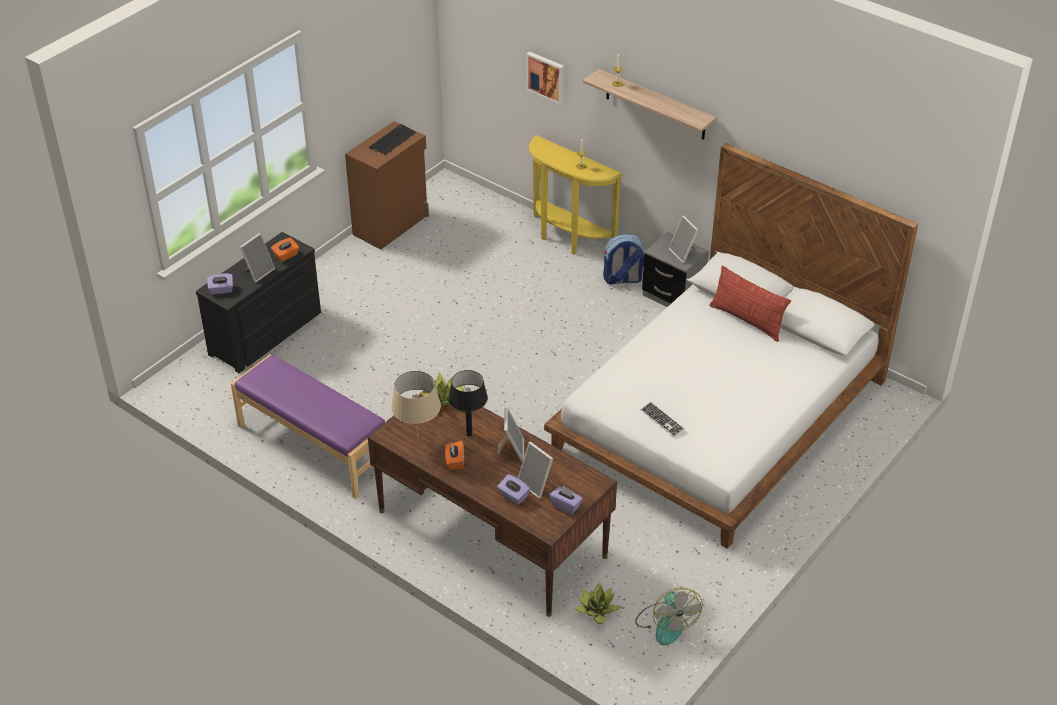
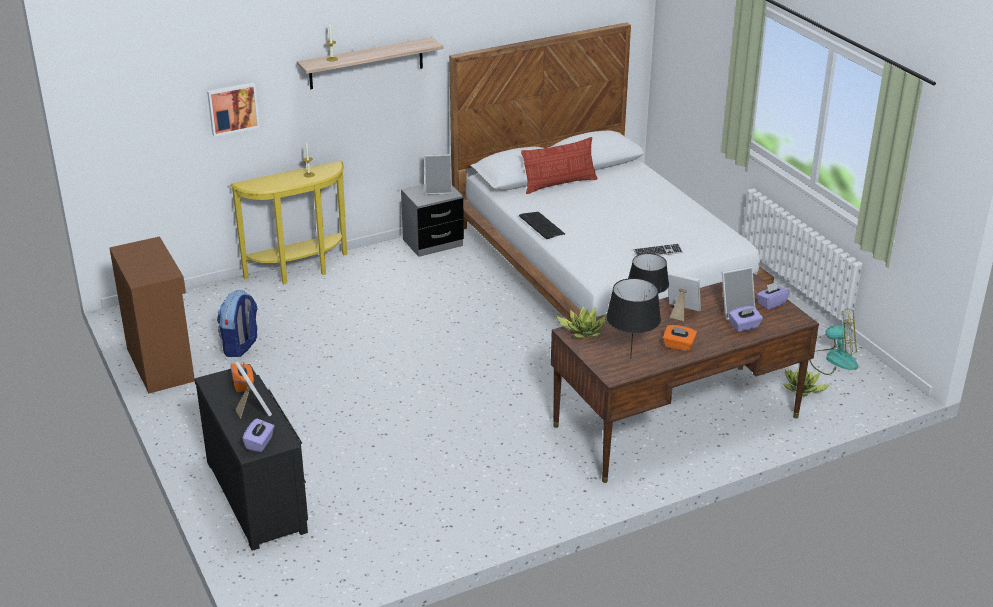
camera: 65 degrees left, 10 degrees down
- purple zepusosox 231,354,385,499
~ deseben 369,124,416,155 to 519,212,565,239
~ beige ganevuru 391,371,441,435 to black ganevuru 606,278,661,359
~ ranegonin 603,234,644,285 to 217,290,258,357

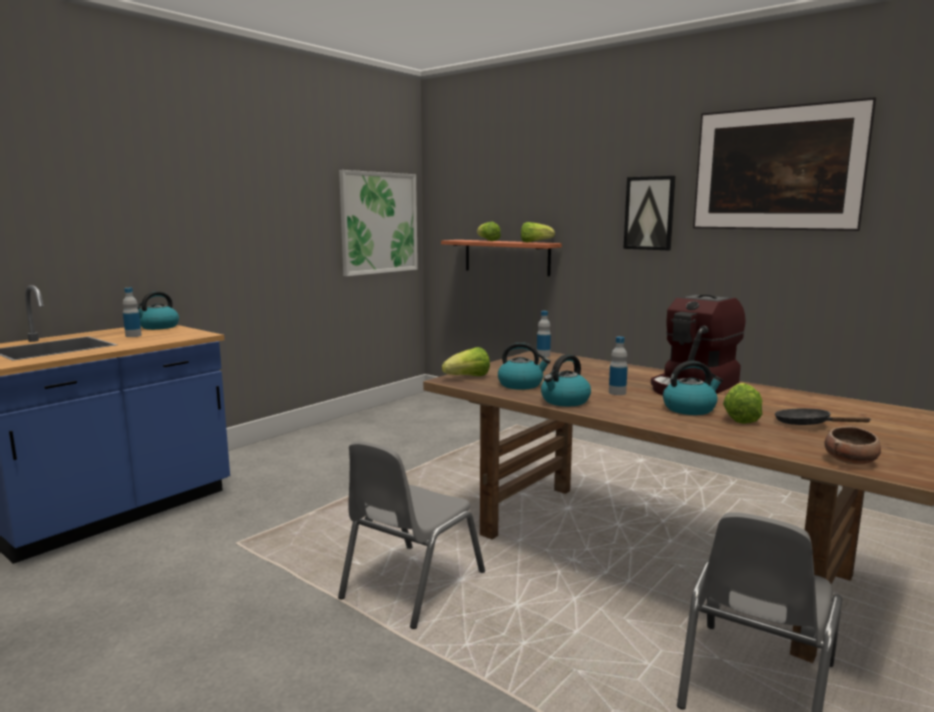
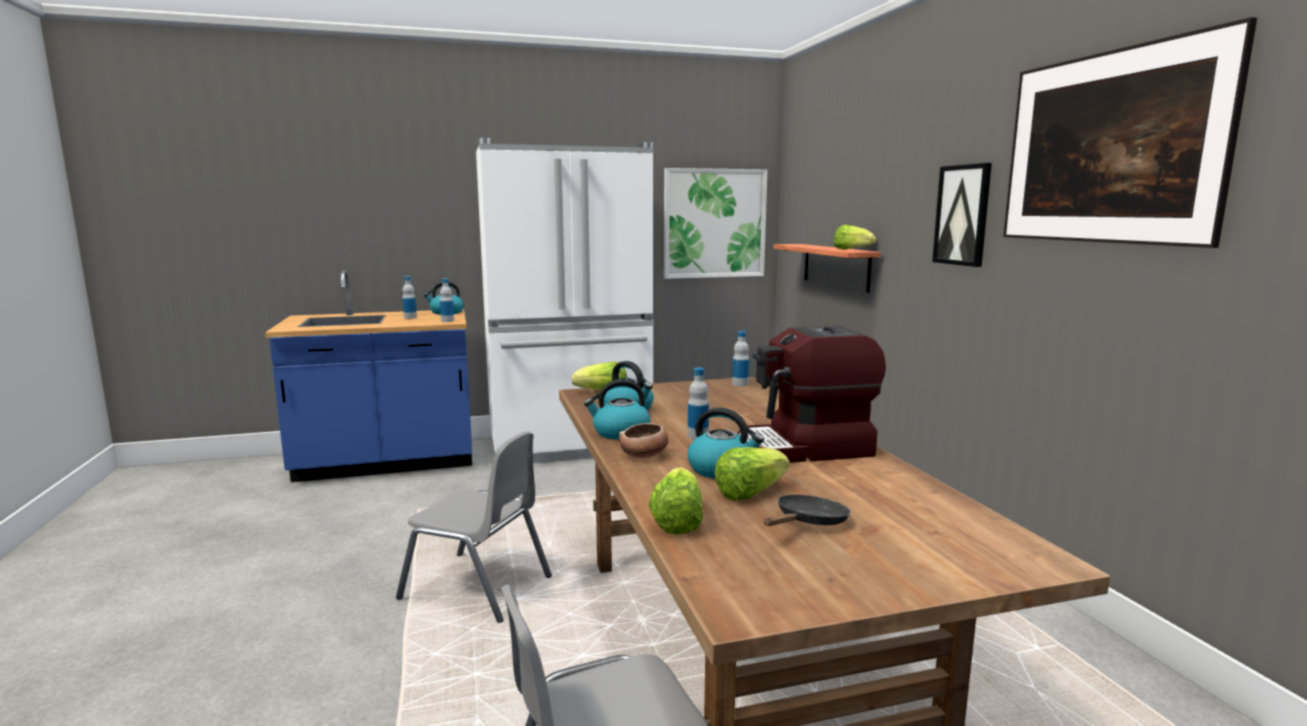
camera: 35 degrees right, 0 degrees up
~ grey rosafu 338,441,485,629 = 396,431,552,623 135 degrees counterclockwise
~ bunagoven 477,222,501,241 to 648,467,704,535
~ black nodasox 775,408,870,425 = 764,495,851,526 45 degrees clockwise
~ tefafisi 824,426,881,465 to 619,423,668,458
+ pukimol 440,279,454,322
+ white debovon 476,138,654,464

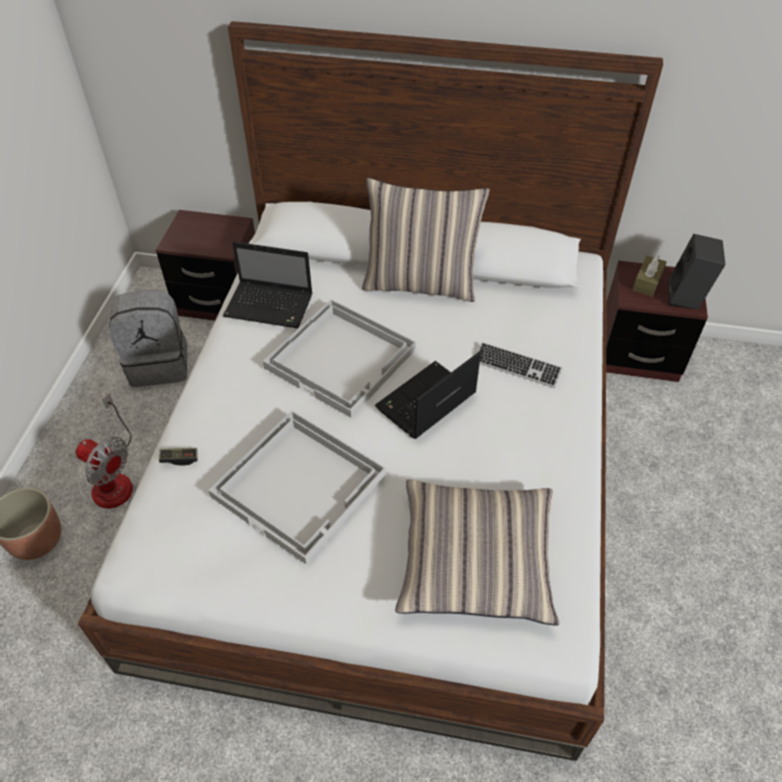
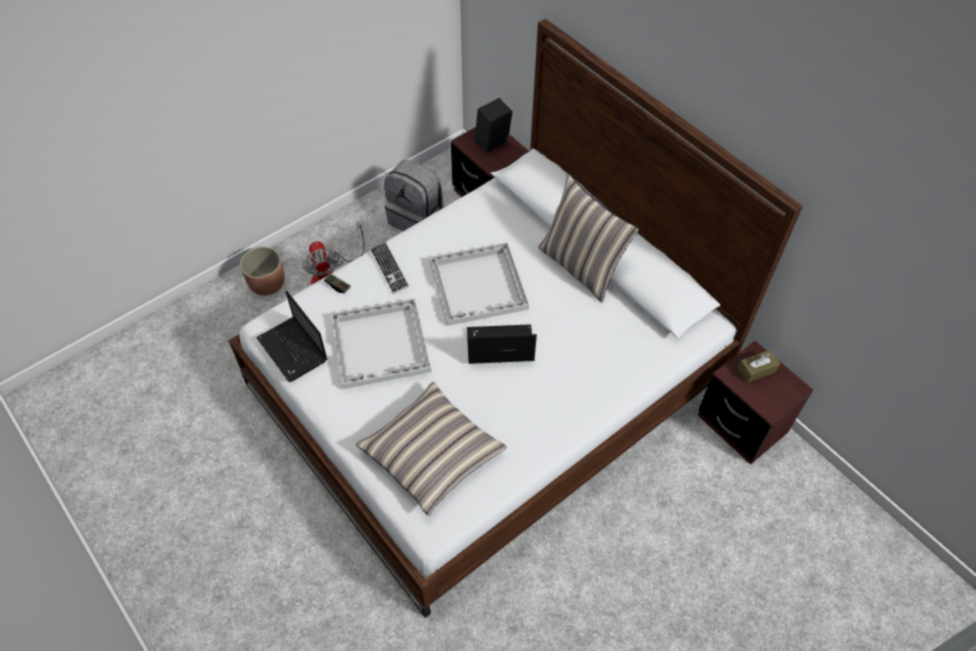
camera: 40 degrees right, 5 degrees up
~ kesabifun 223,242,313,328 to 256,291,328,382
~ deseben 477,342,563,388 to 370,242,409,294
~ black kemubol 668,234,725,310 to 475,98,513,153

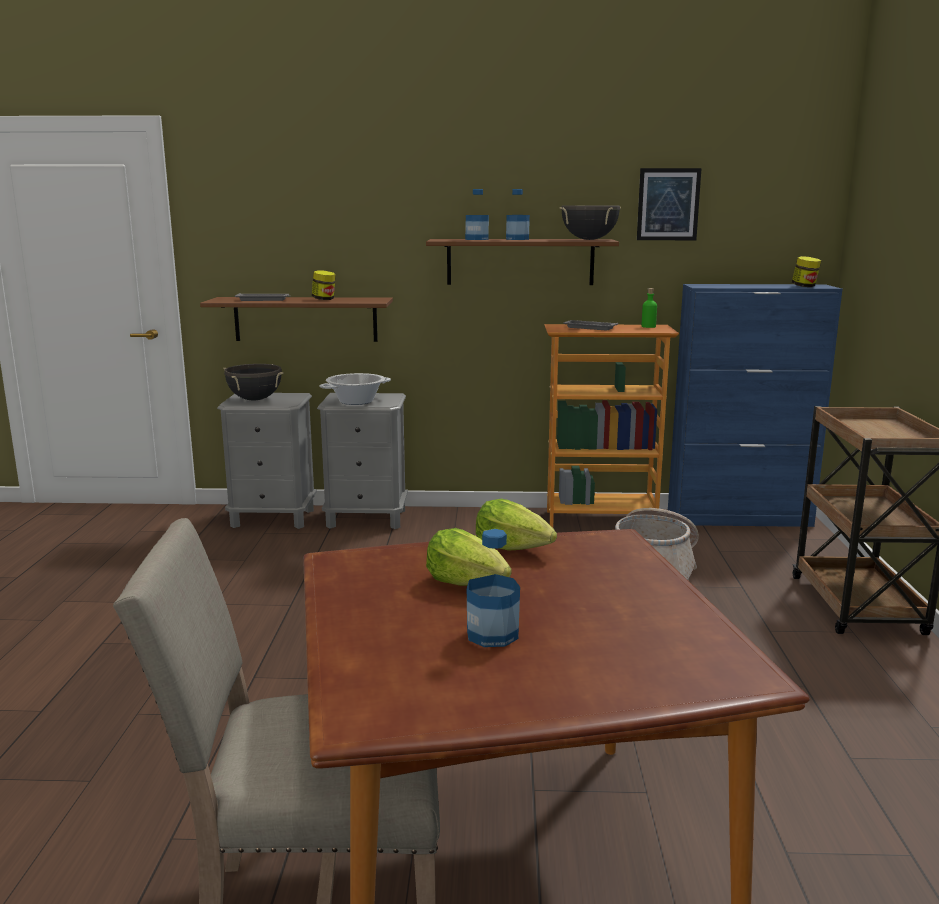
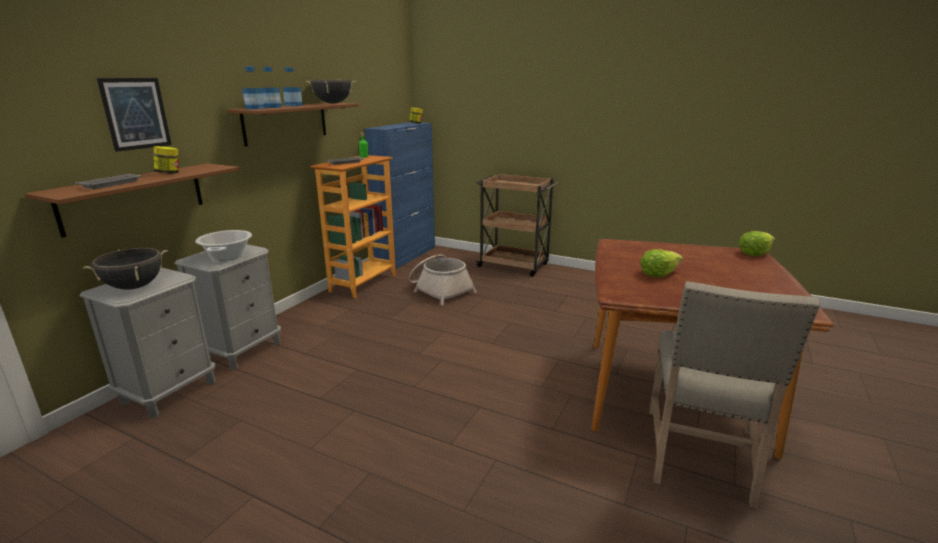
camera: 65 degrees left, 5 degrees up
~ pukimol 467,529,520,647 to 242,67,265,109
~ bunagoven 476,499,557,551 to 739,231,775,256
~ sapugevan 637,168,702,240 to 97,78,172,152

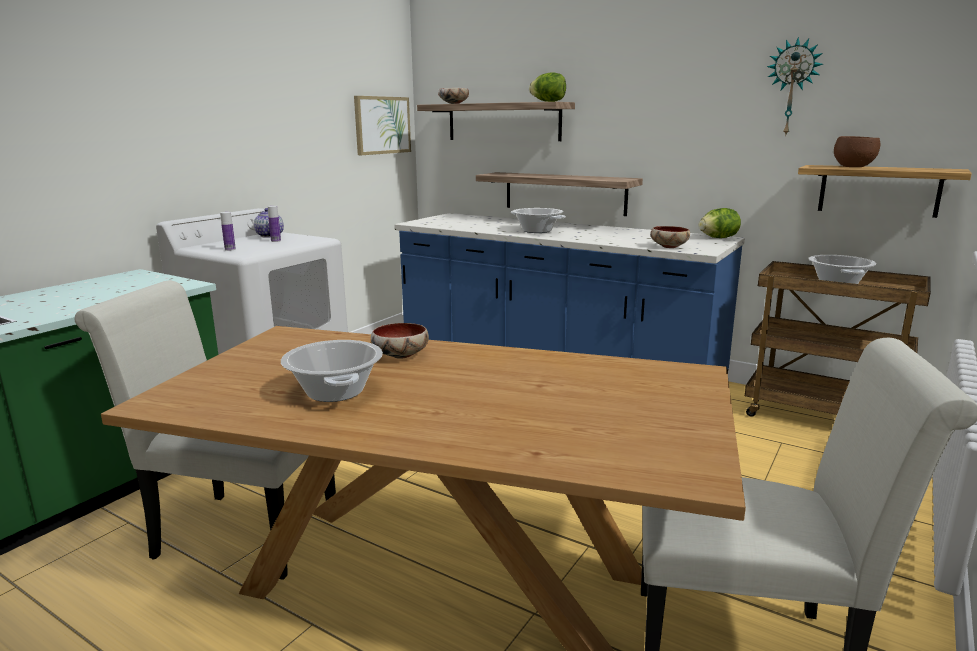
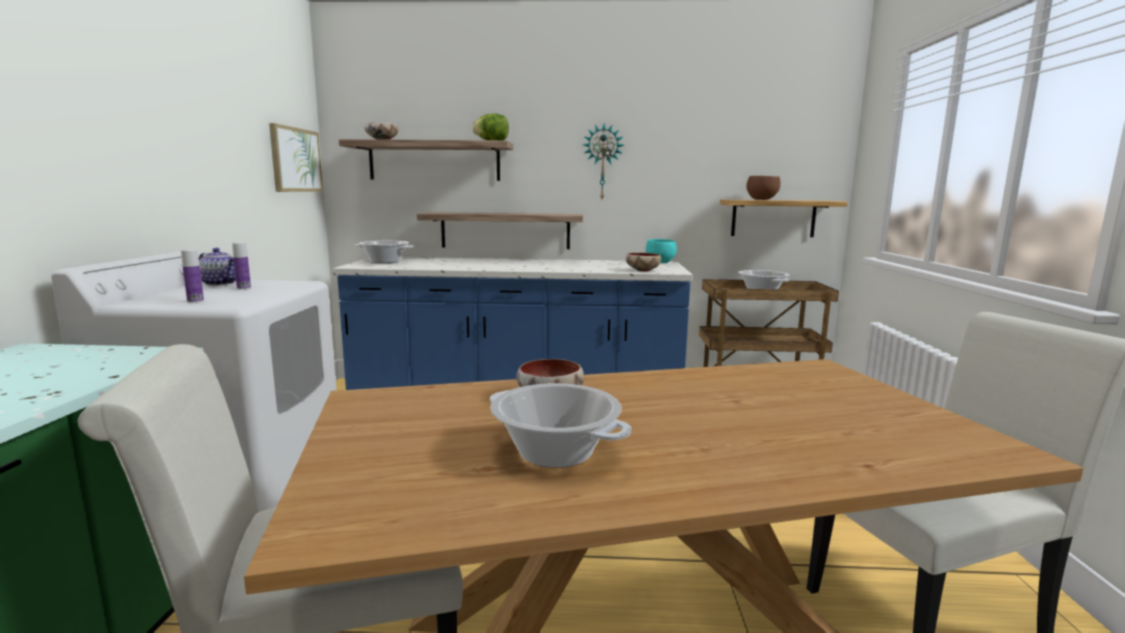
camera: 30 degrees left, 5 degrees down
~ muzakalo 511,208,566,233 to 355,241,414,263
~ bunagoven 699,208,741,238 to turquoise tefafisi 646,239,677,263
~ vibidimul 767,37,823,137 to 584,124,624,199

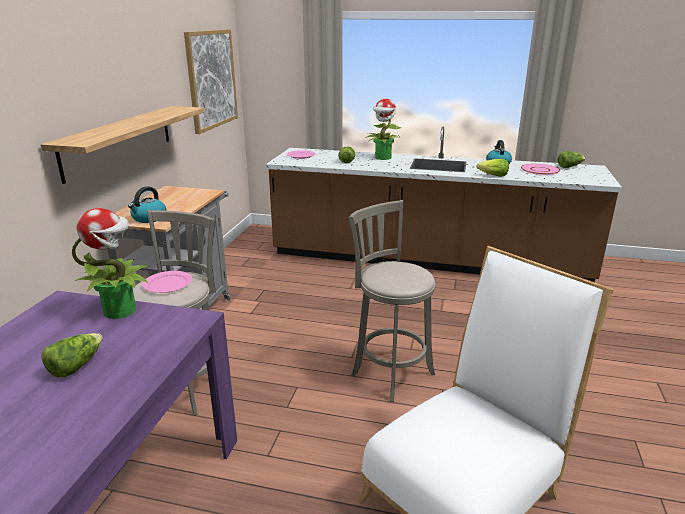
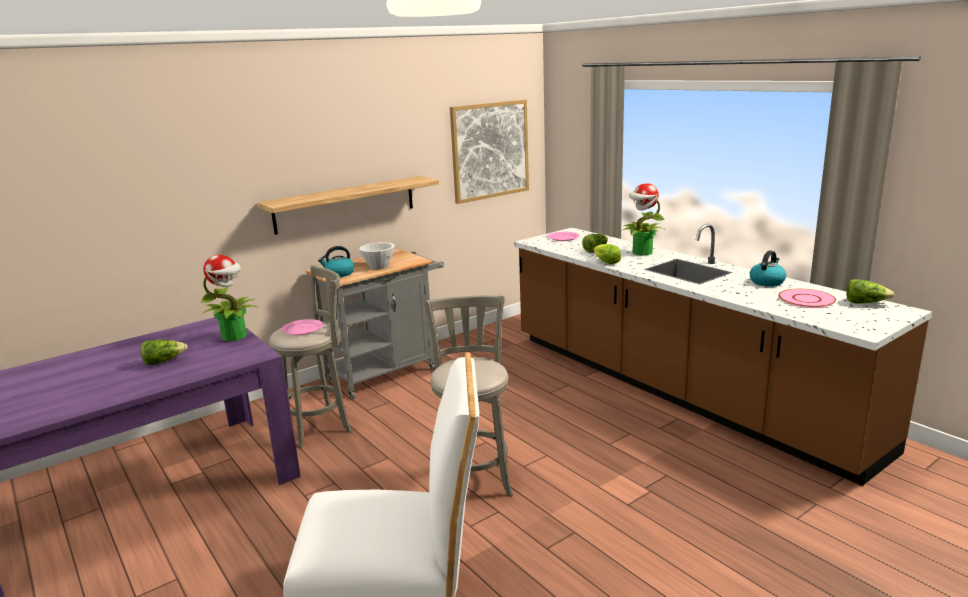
camera: 40 degrees right, 5 degrees down
~ bunagoven 476,159,509,177 to 594,244,621,264
+ white tefafisi 359,242,395,270

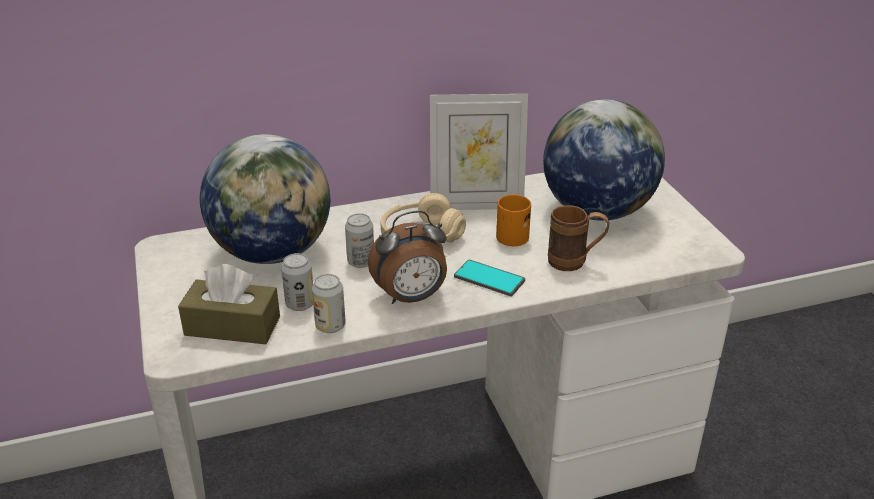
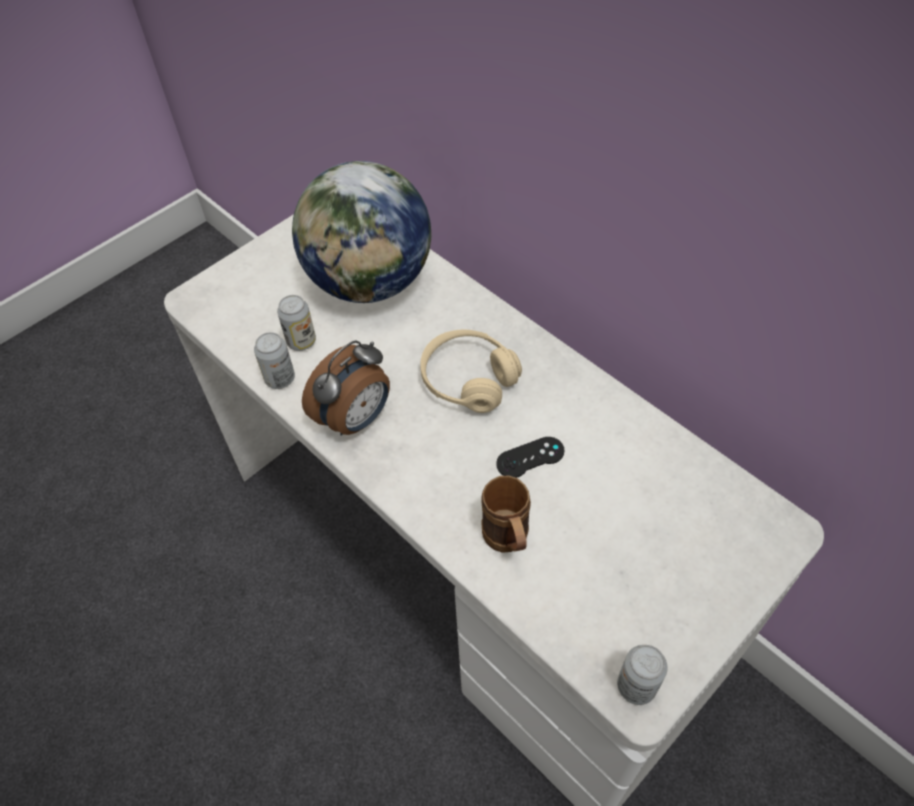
camera: 65 degrees right, 20 degrees up
- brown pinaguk 178,264,280,344
~ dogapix 345,213,374,268 to 617,645,668,705
~ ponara 368,210,447,304 = 302,341,390,436 90 degrees counterclockwise
- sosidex 430,94,528,210
- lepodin 454,259,525,296
~ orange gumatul 496,194,531,246 to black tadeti 496,437,564,478
- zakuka 543,99,665,221

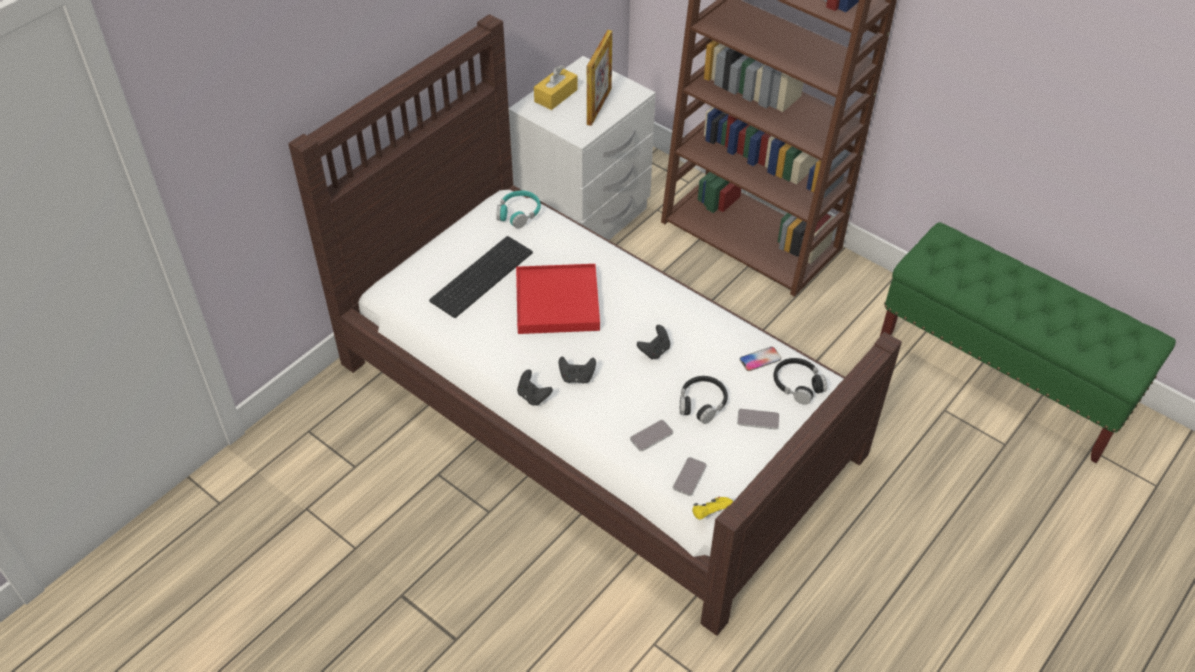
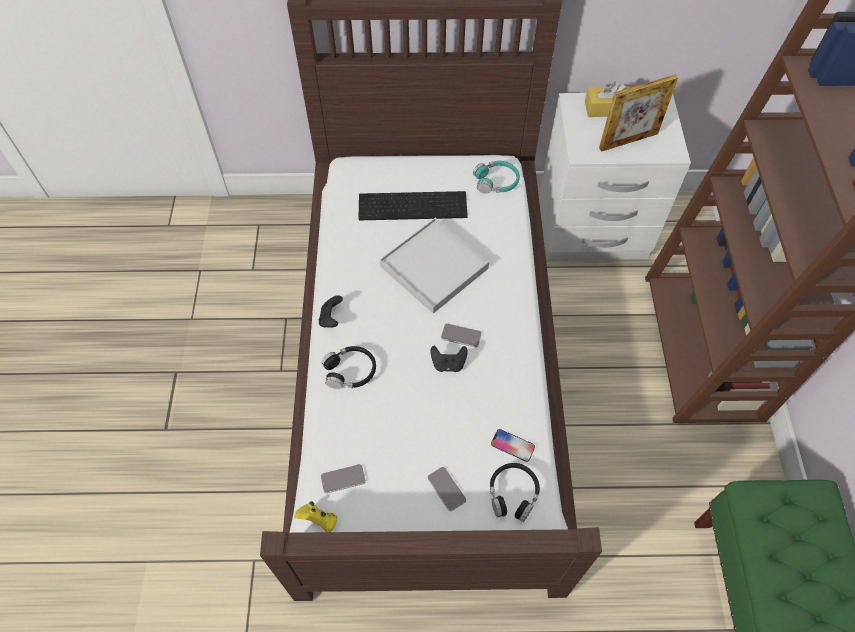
camera: 50 degrees right, 10 degrees up
~ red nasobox 516,264,600,334 to white nasobox 380,217,489,314
- black tadeti 559,356,596,384
~ lepodin 630,420,673,451 to 441,323,482,347
~ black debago 680,376,728,424 to 321,346,376,389

